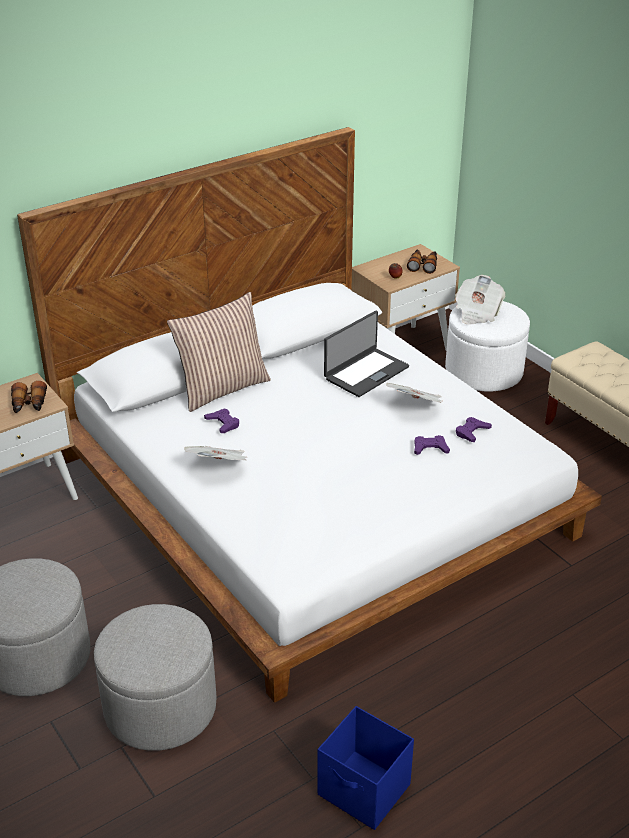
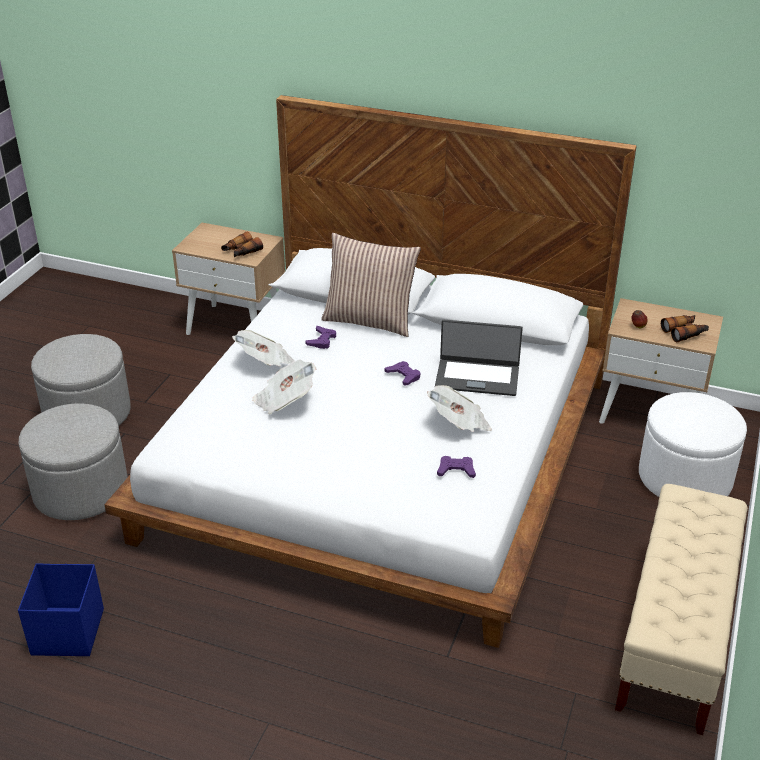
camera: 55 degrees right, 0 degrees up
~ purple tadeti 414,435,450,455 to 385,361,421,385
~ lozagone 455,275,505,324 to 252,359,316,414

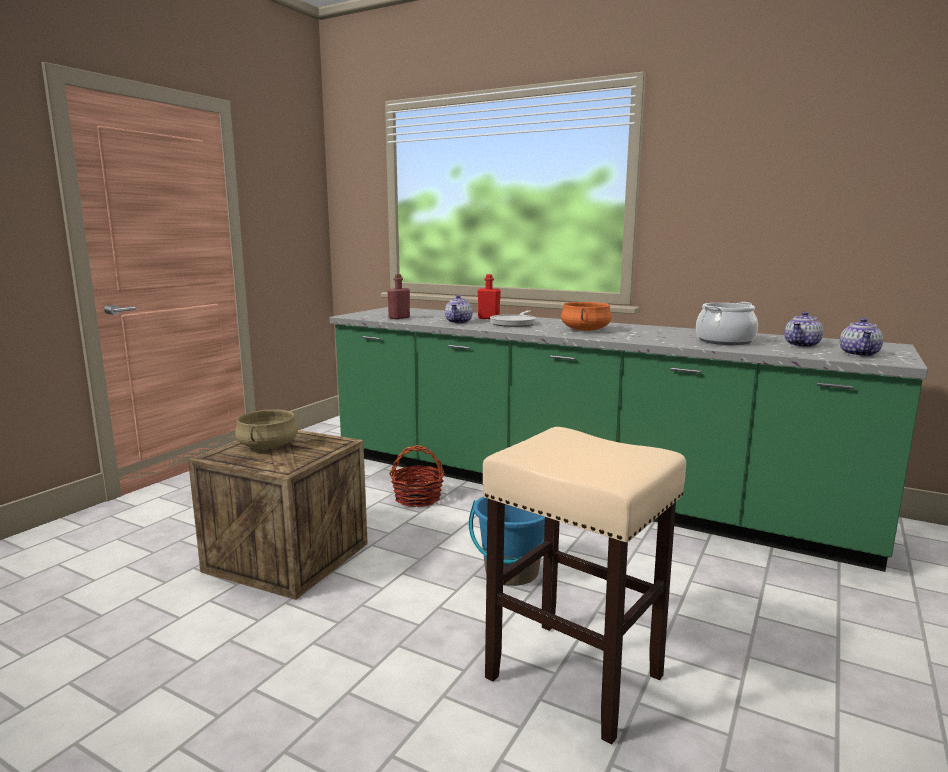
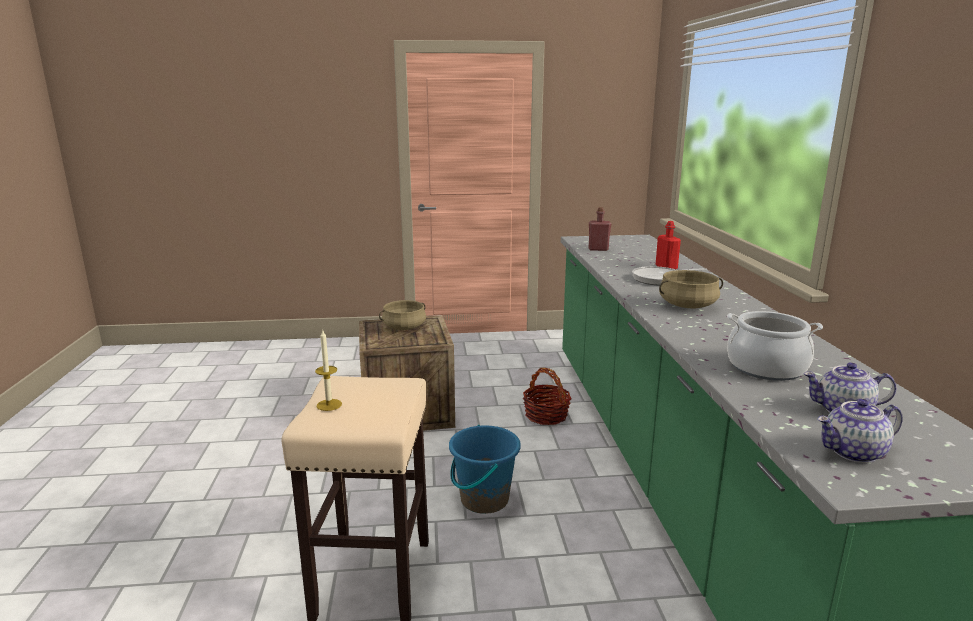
camera: 55 degrees right, 5 degrees up
- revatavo 445,295,473,324
~ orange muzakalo 561,302,612,331 to beige muzakalo 659,270,723,308
+ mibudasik 315,331,342,411

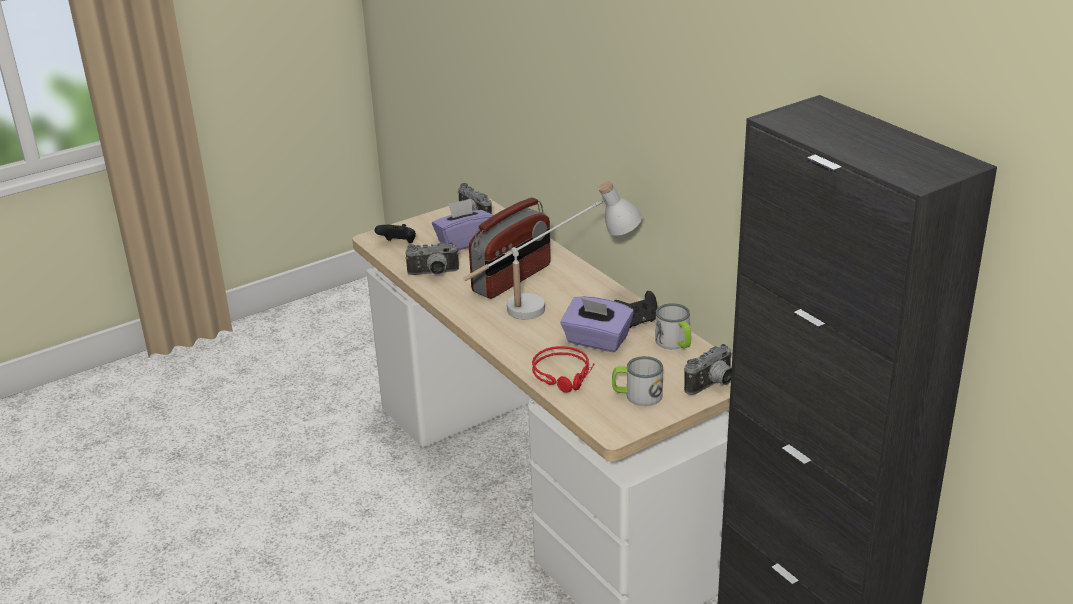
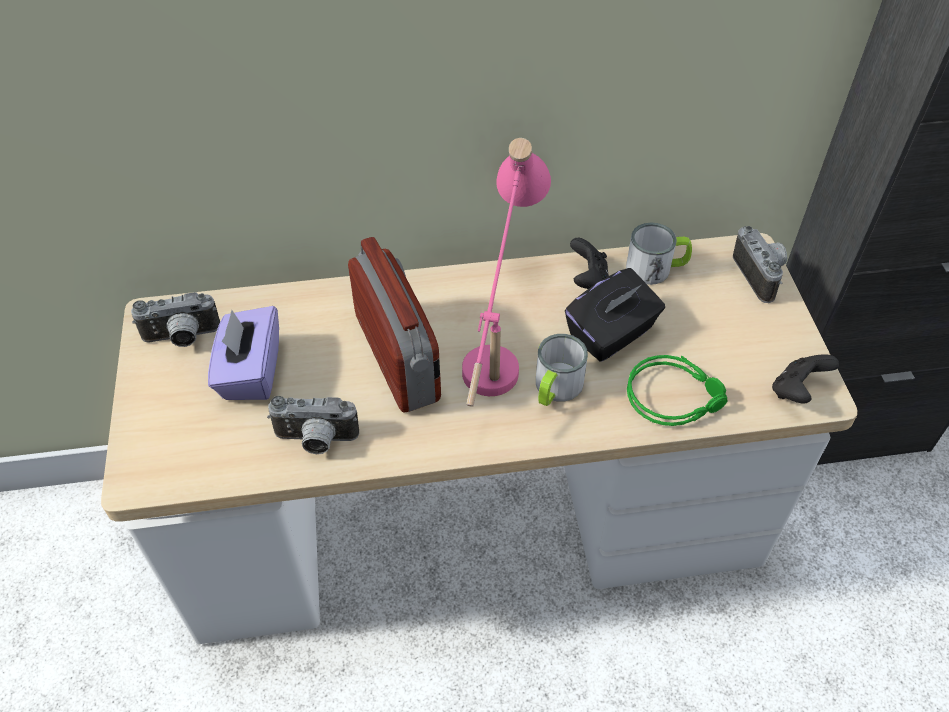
camera: 65 degrees left, 20 degrees up
~ black tadeti 374,224,416,243 to 772,354,839,403
~ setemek 405,242,459,275 = 267,396,359,454 75 degrees clockwise
~ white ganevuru 463,181,642,320 to pink ganevuru 462,138,551,407
~ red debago 532,346,594,393 to green debago 627,355,727,426
~ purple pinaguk 560,296,634,352 to black pinaguk 565,268,665,362
~ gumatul 612,356,663,406 to 536,334,588,406

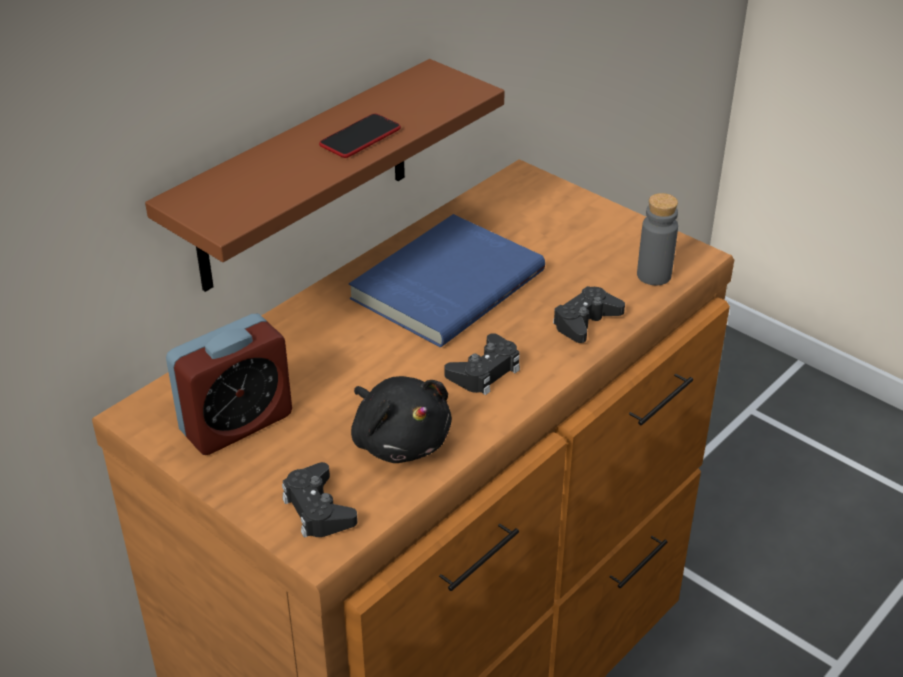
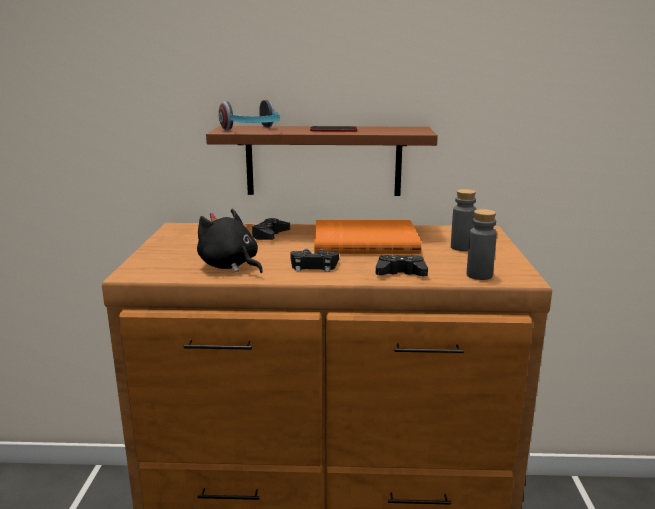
camera: 50 degrees right, 20 degrees down
- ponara 166,314,292,455
~ black tadeti 282,462,358,538 to 252,218,290,240
~ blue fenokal 349,214,545,348 to orange fenokal 314,220,421,254
~ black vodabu 351,376,452,463 = 197,209,263,273 120 degrees clockwise
+ debago 219,100,280,130
+ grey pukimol 451,189,477,251

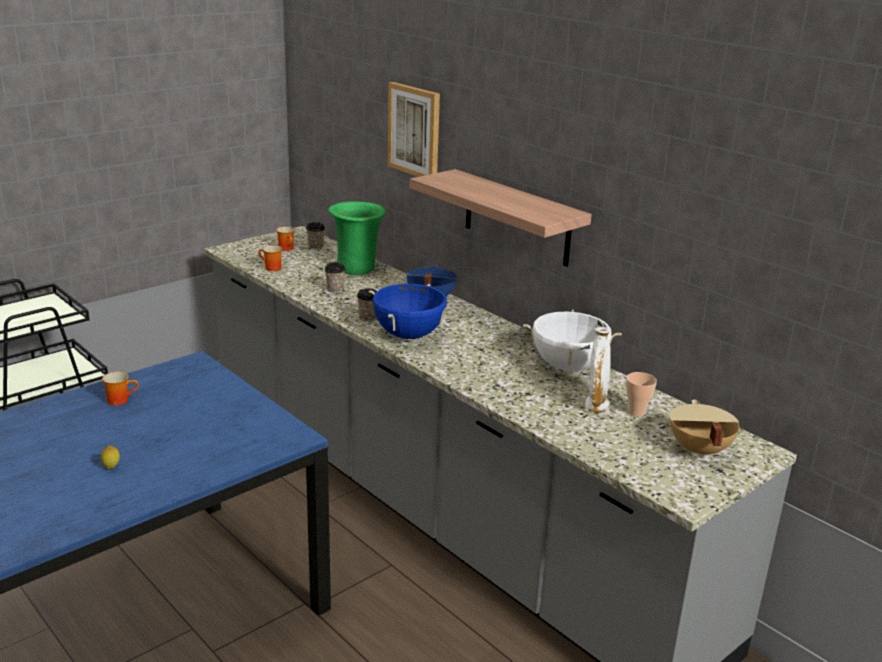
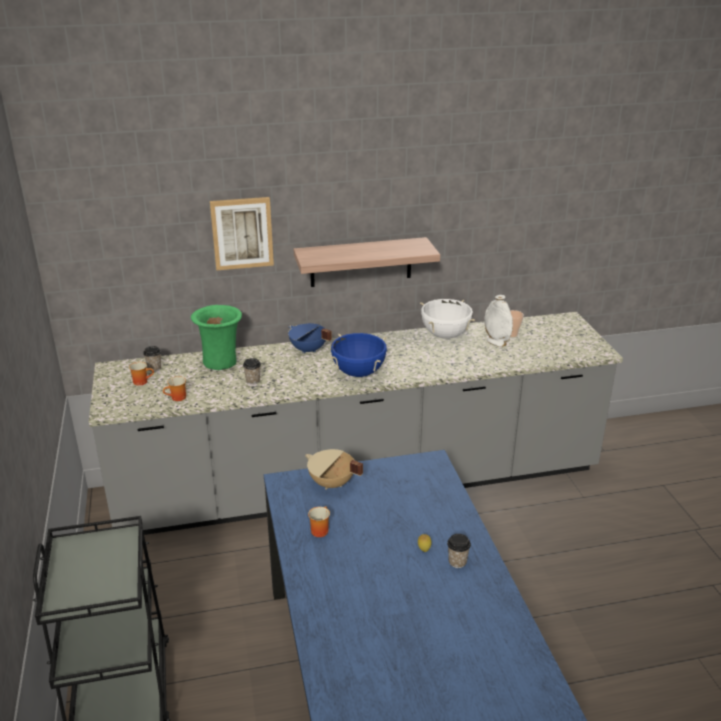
camera: 60 degrees left, 5 degrees up
~ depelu 357,288,377,321 to 447,534,471,568
~ beige muzakalo 670,399,740,459 to 305,449,363,490

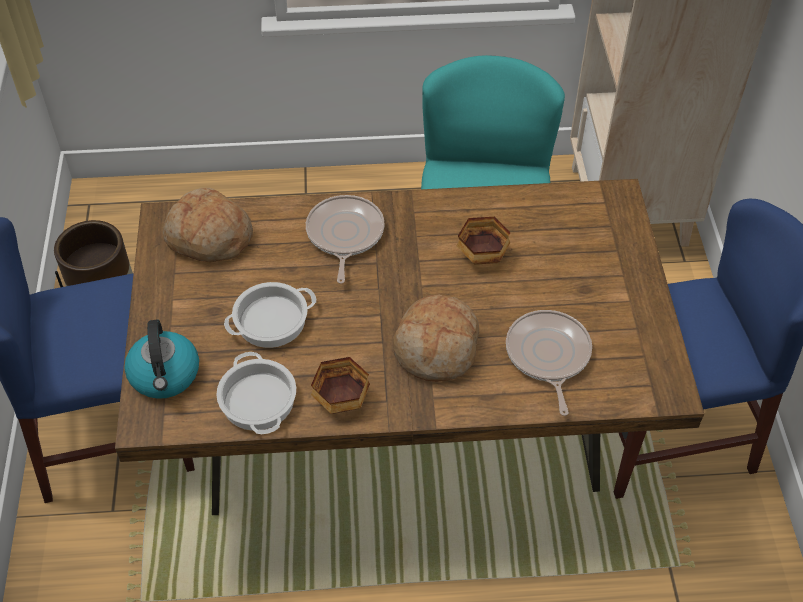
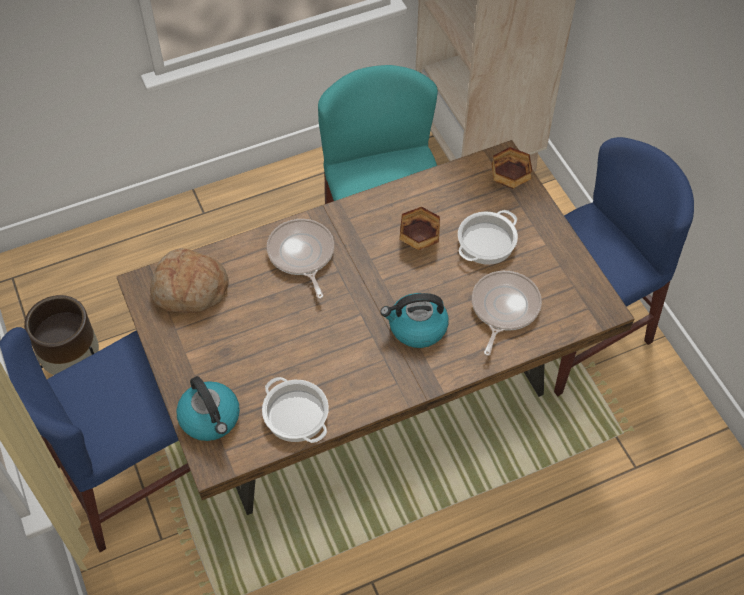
camera: 20 degrees left, 5 degrees up
~ muzakalo 224,282,316,348 to 458,210,518,265
~ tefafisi 311,357,370,414 to 491,147,532,189
~ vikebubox 393,295,479,382 to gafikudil 380,293,449,348
~ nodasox 506,310,592,416 = 472,271,542,356 45 degrees clockwise

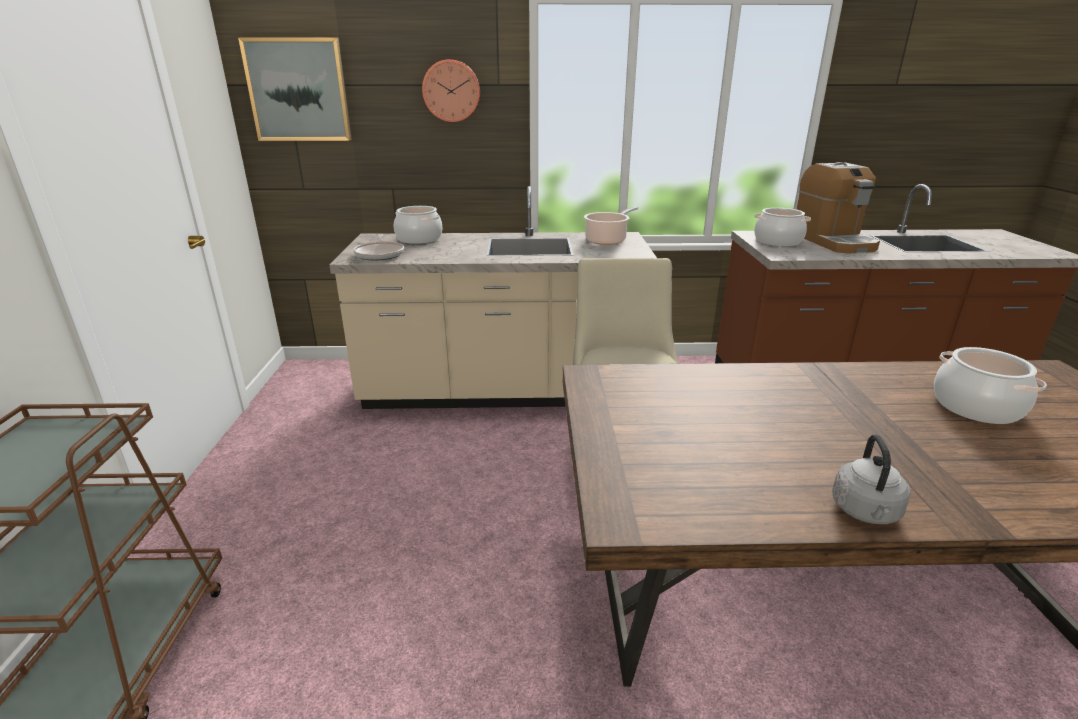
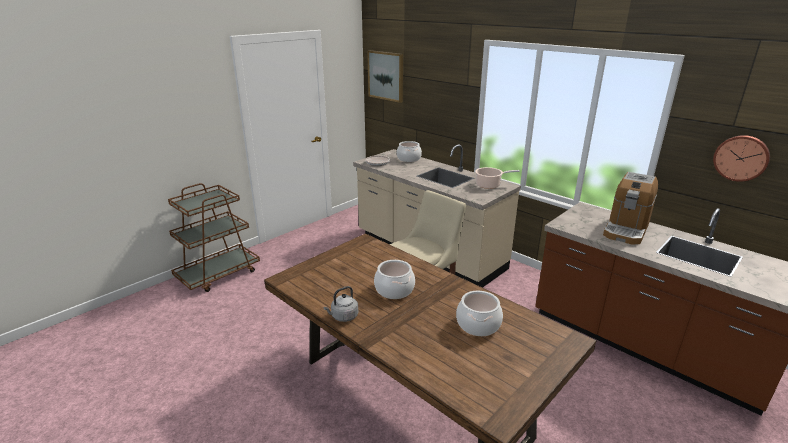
camera: 45 degrees right, 0 degrees up
~ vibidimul 422,59,480,122 to 713,135,770,182
~ muzakalo 754,208,811,246 to 374,260,415,299

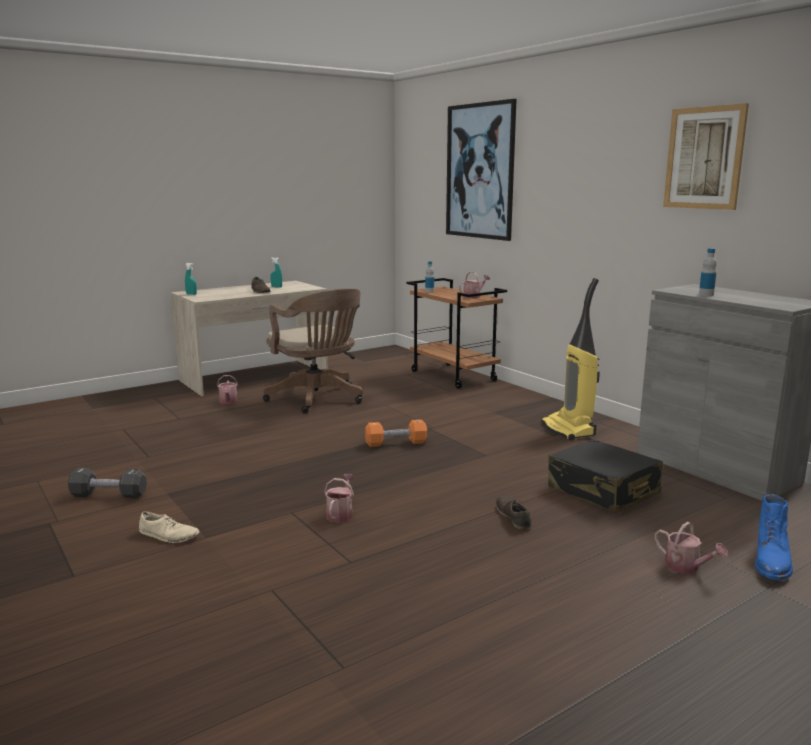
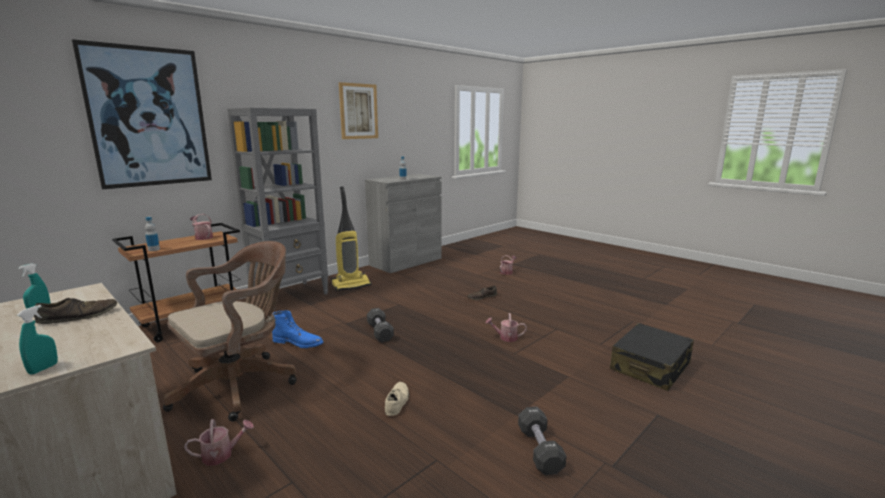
camera: 100 degrees left, 0 degrees up
~ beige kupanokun 139,511,199,543 to 385,382,409,416
~ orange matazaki 365,419,427,447 to black matazaki 367,308,394,342
~ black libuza 548,439,663,513 to 610,323,694,391
~ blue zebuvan 754,495,793,580 to 272,310,324,348
+ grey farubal 227,108,328,310

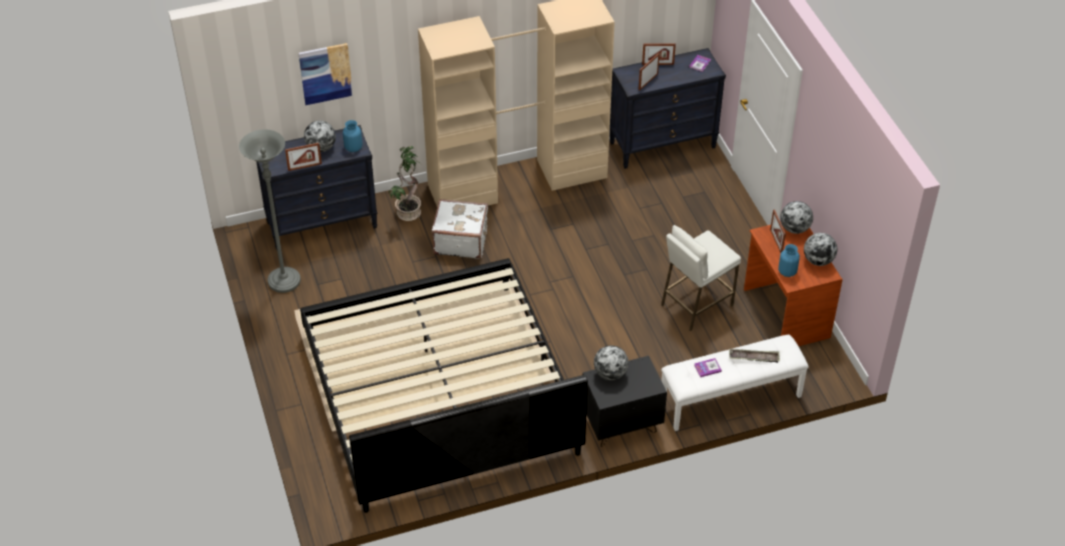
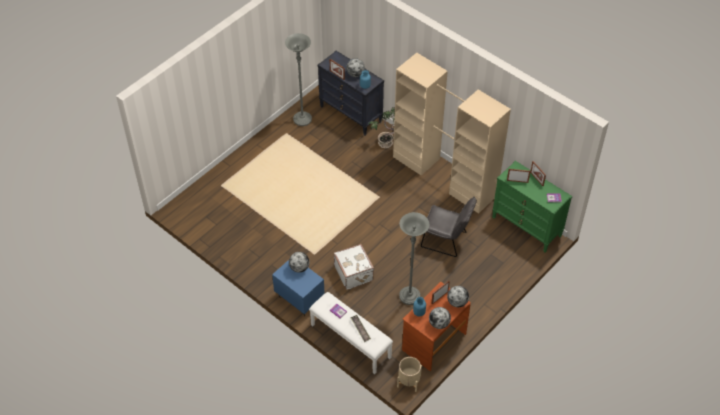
camera: 60 degrees right, 5 degrees up
- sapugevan 298,43,353,105
- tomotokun 300,258,588,513
~ white libuza 432,199,488,259 to 334,244,374,290
~ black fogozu 583,356,667,447 to blue fogozu 272,260,325,317
~ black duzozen 610,48,726,169 to green duzozen 492,161,572,252
~ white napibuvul 661,225,741,331 to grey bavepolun 399,212,429,305
+ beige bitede 397,357,422,392
+ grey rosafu 421,197,477,257

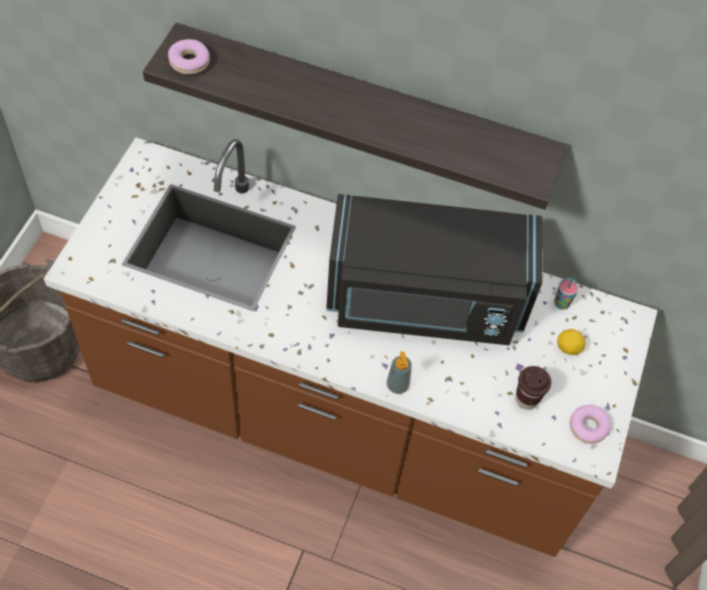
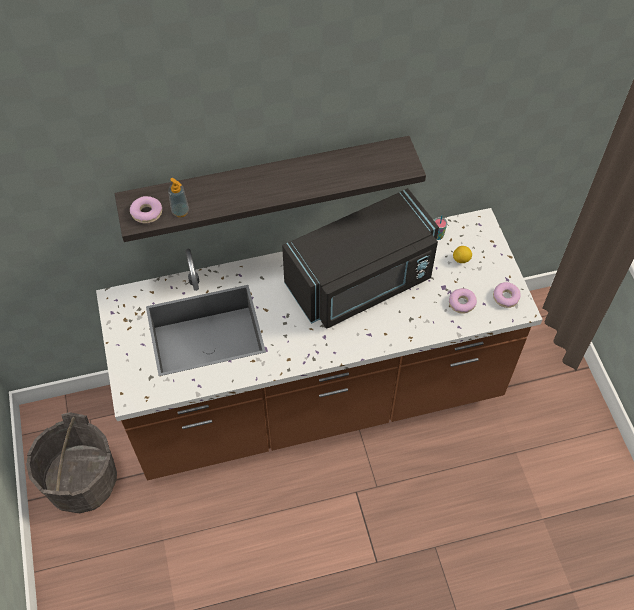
camera: 30 degrees left, 0 degrees up
~ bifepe 386,351,412,394 to 168,178,189,217
~ brown depelu 516,366,551,410 to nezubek 449,288,477,314

